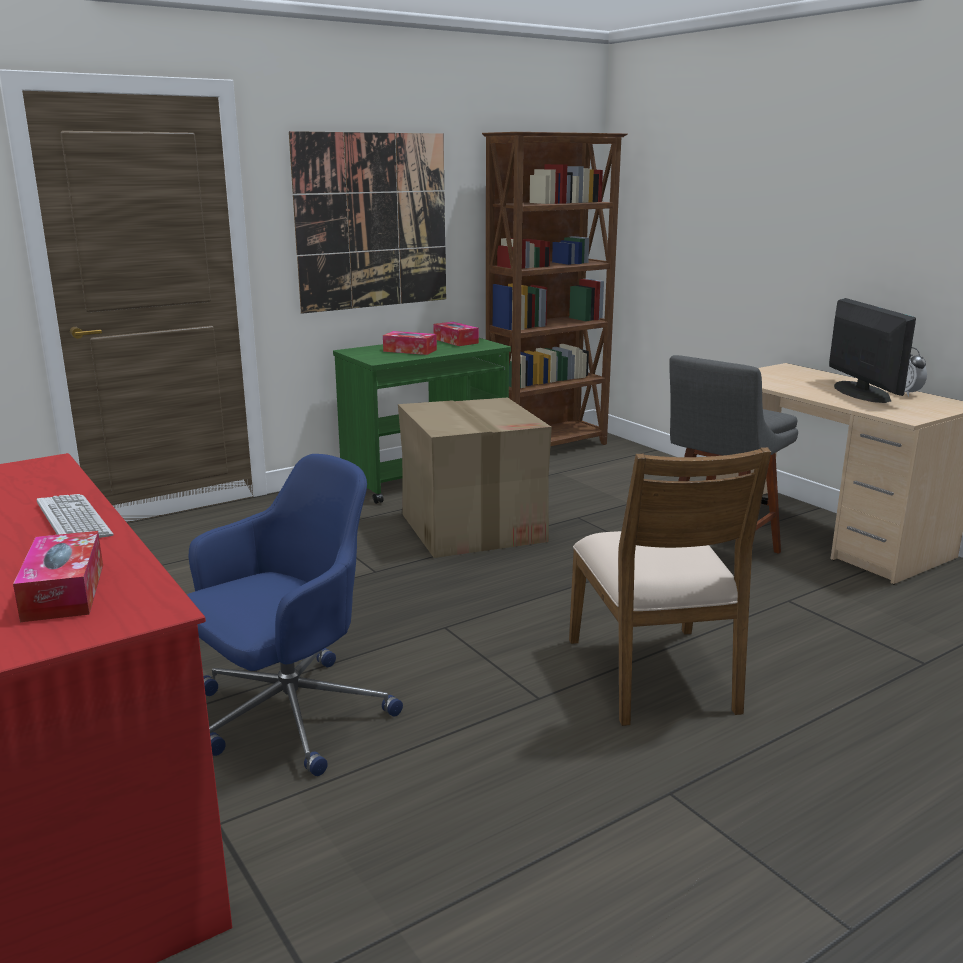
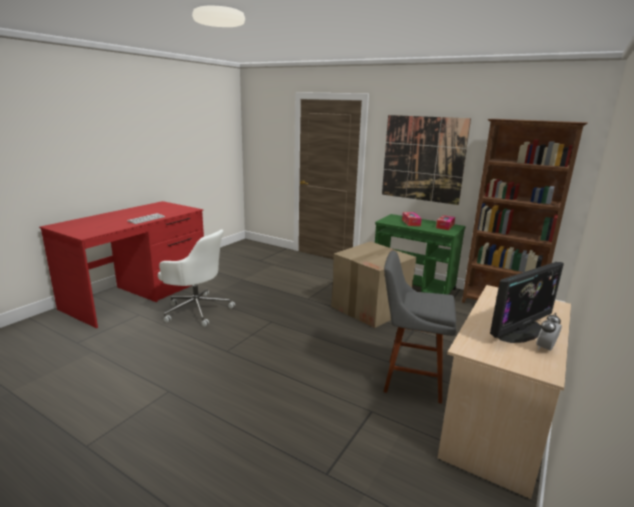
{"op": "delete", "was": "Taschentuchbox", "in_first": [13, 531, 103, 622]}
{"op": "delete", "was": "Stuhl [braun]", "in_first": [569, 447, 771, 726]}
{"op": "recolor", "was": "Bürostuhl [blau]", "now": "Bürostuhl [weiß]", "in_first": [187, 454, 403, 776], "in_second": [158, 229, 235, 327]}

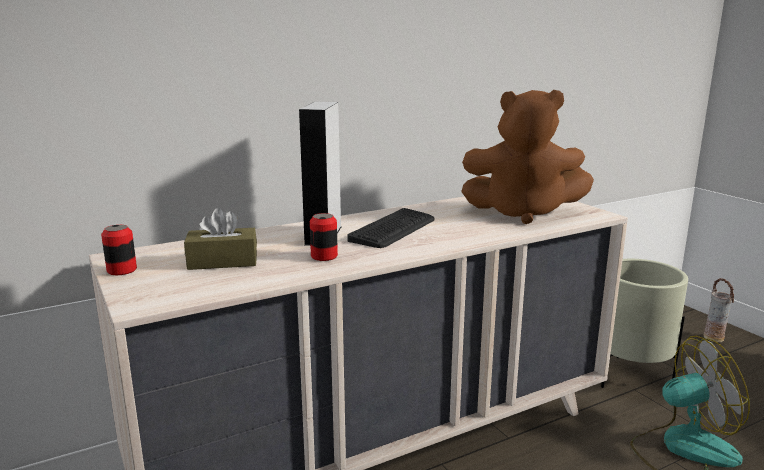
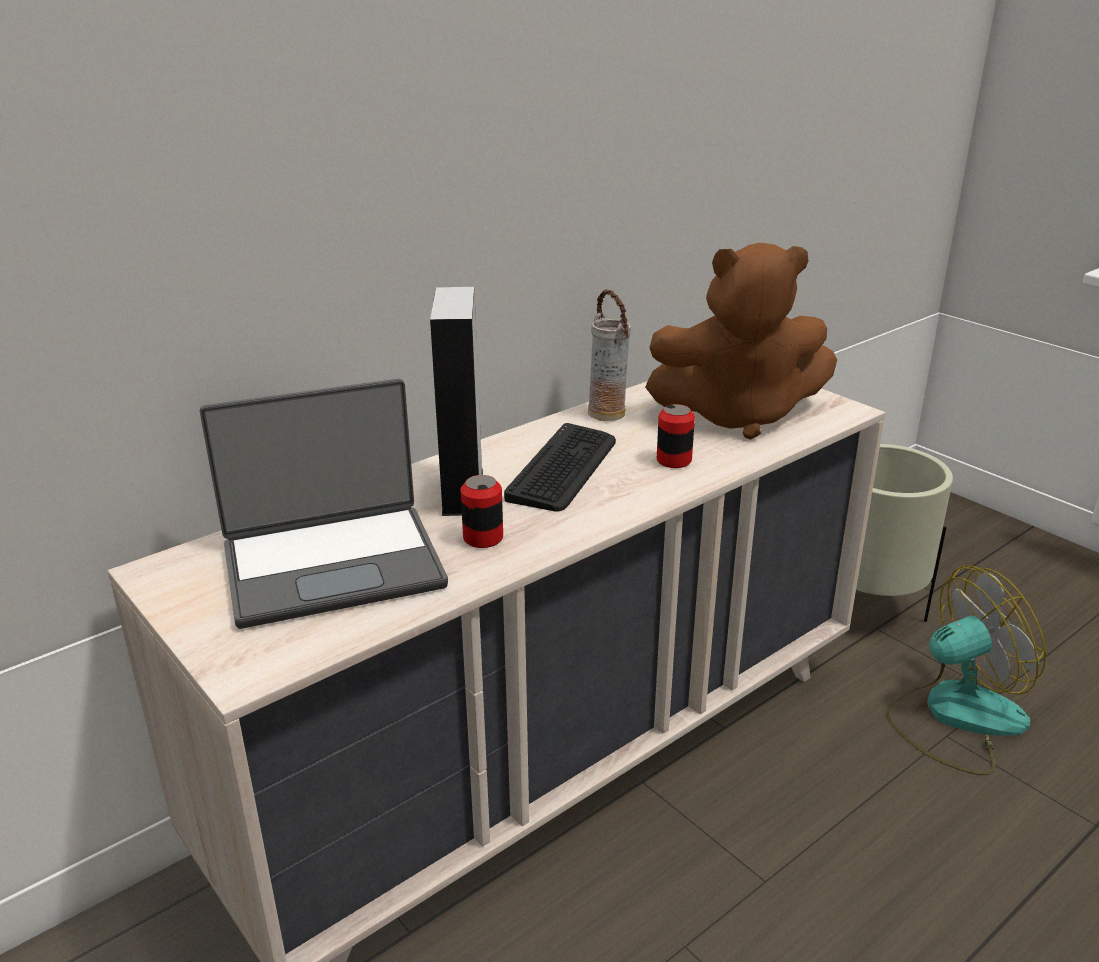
{"op": "move", "was": "Dose", "in_first": [101, 225, 137, 275], "in_second": [657, 404, 695, 468]}
{"op": "move", "was": "Vase", "in_first": [703, 278, 734, 342], "in_second": [588, 289, 631, 421]}
{"op": "replace", "was": "Taschentuchbox [braun]", "now": "Laptop", "in_first": [184, 208, 257, 270], "in_second": [200, 378, 448, 629]}

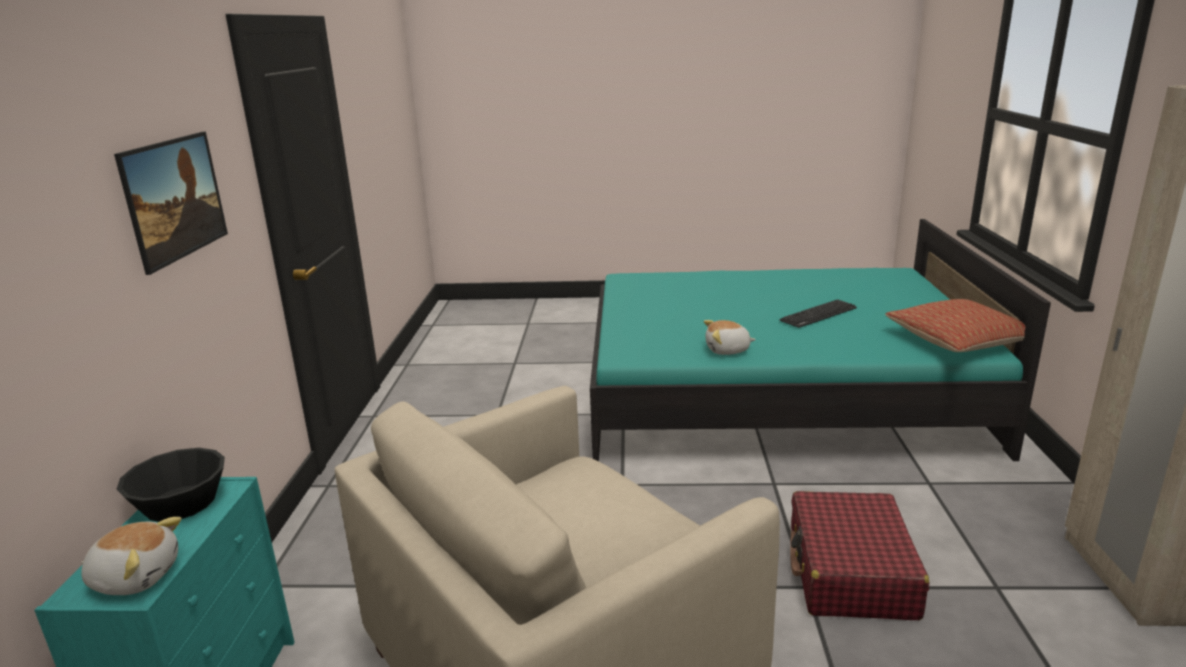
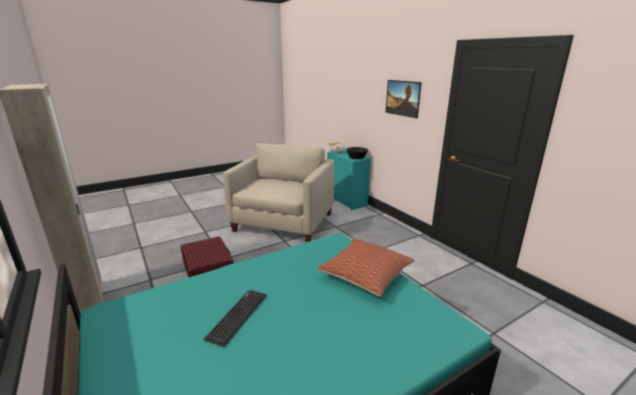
{"op": "delete", "was": "Plüschtier", "in_first": [704, 320, 756, 355]}
{"op": "move", "was": "Kissen", "in_first": [885, 299, 1026, 352], "in_second": [317, 239, 414, 297]}

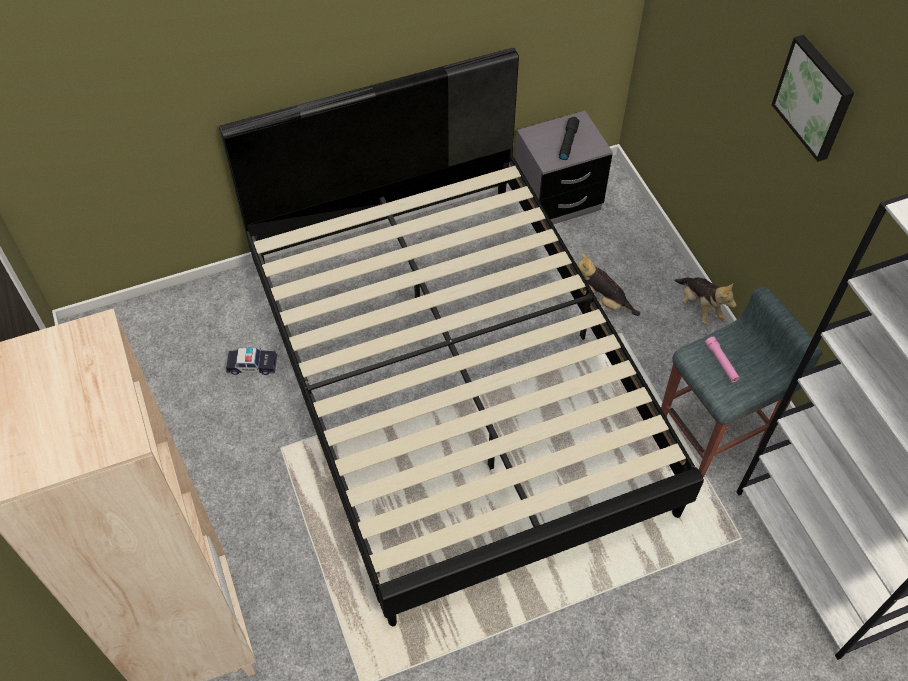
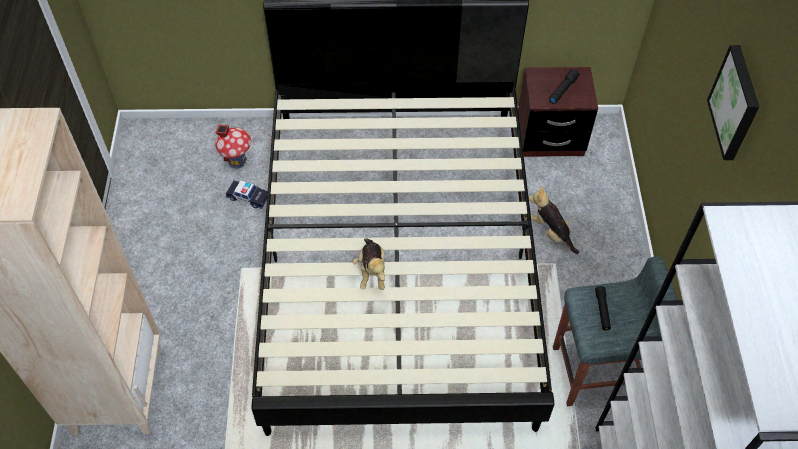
{"op": "insert", "now": "Spielzeughaus", "in_second": [215, 124, 251, 169]}
{"op": "move", "was": "Plüschtier", "in_first": [674, 278, 736, 325], "in_second": [353, 238, 385, 290]}
{"op": "recolor", "was": "Nachttisch [grau]", "now": "Nachttisch [braun]", "in_first": [515, 111, 613, 225], "in_second": [518, 67, 598, 157]}
{"op": "recolor", "was": "Taschenlampe [rosa]", "now": "Taschenlampe [schwarz]", "in_first": [705, 336, 740, 383], "in_second": [595, 286, 611, 331]}

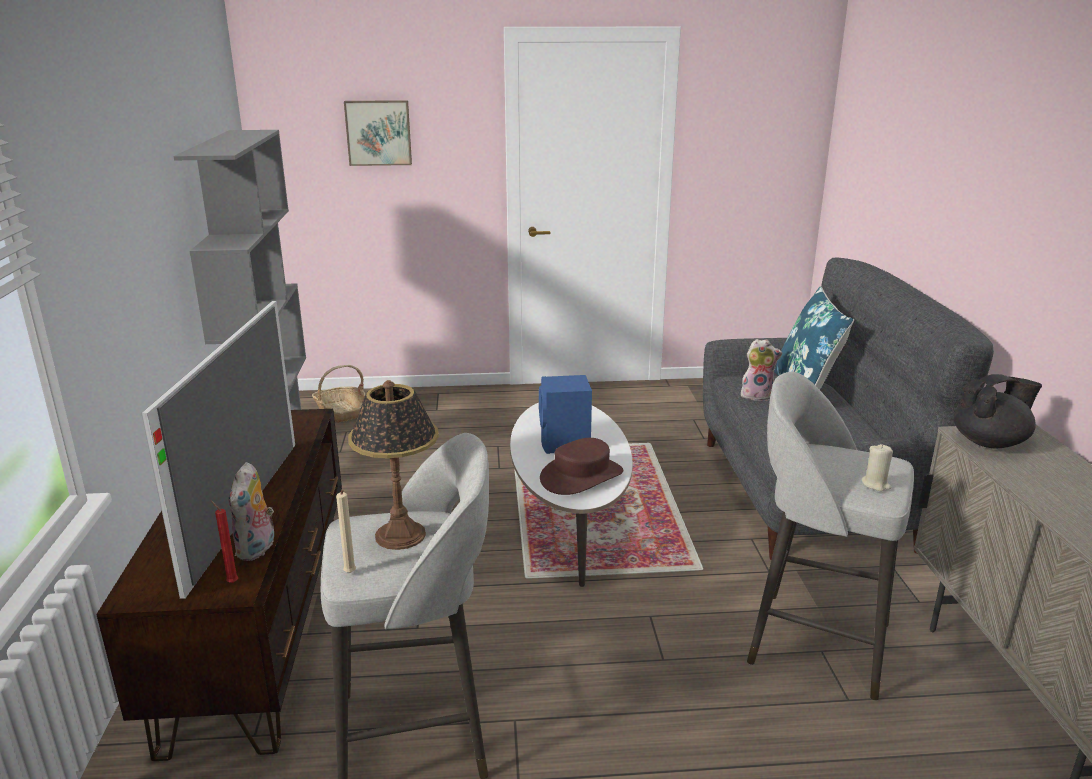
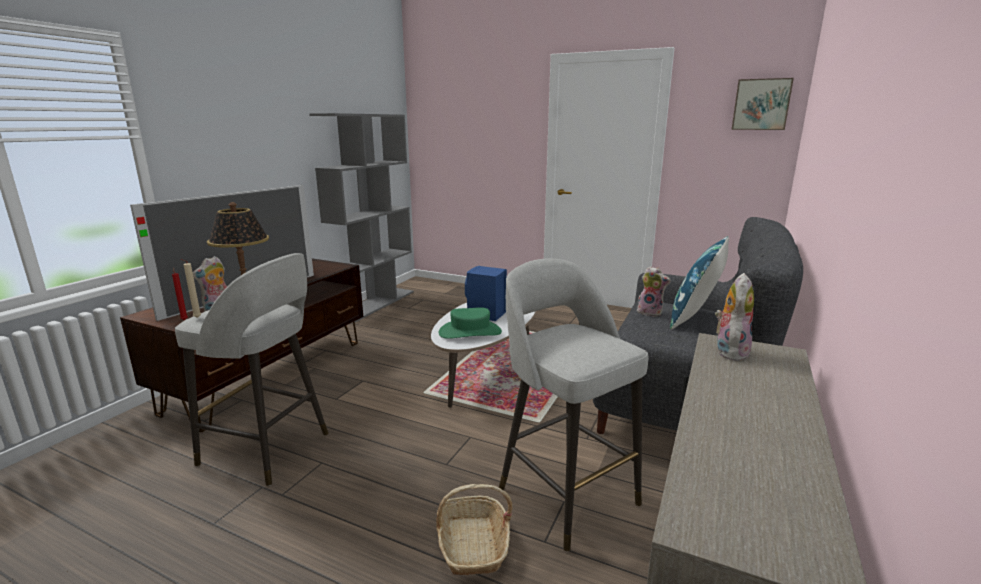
{"op": "delete", "was": "Kerze [beige]", "in_first": [862, 444, 893, 491]}
{"op": "move", "was": "Korb", "in_first": [312, 365, 365, 423], "in_second": [436, 484, 513, 575]}
{"op": "move", "was": "Bild", "in_first": [344, 100, 412, 166], "in_second": [731, 78, 794, 130]}
{"op": "replace", "was": "Teekanne [schwarz]", "now": "Plüschtier", "in_first": [954, 374, 1042, 448], "in_second": [715, 273, 754, 361]}
{"op": "recolor", "was": "Hut [braun]", "now": "Hut [grün]", "in_first": [540, 438, 623, 495], "in_second": [439, 307, 502, 339]}

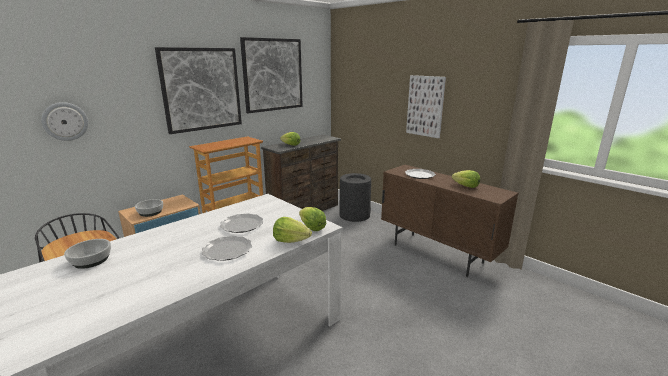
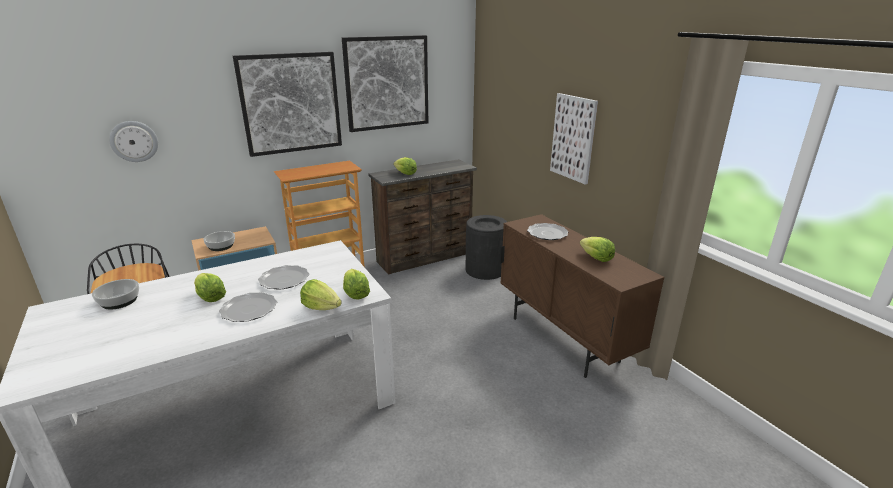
{"op": "insert", "now": "Salatkopf", "in_second": [194, 273, 226, 302]}

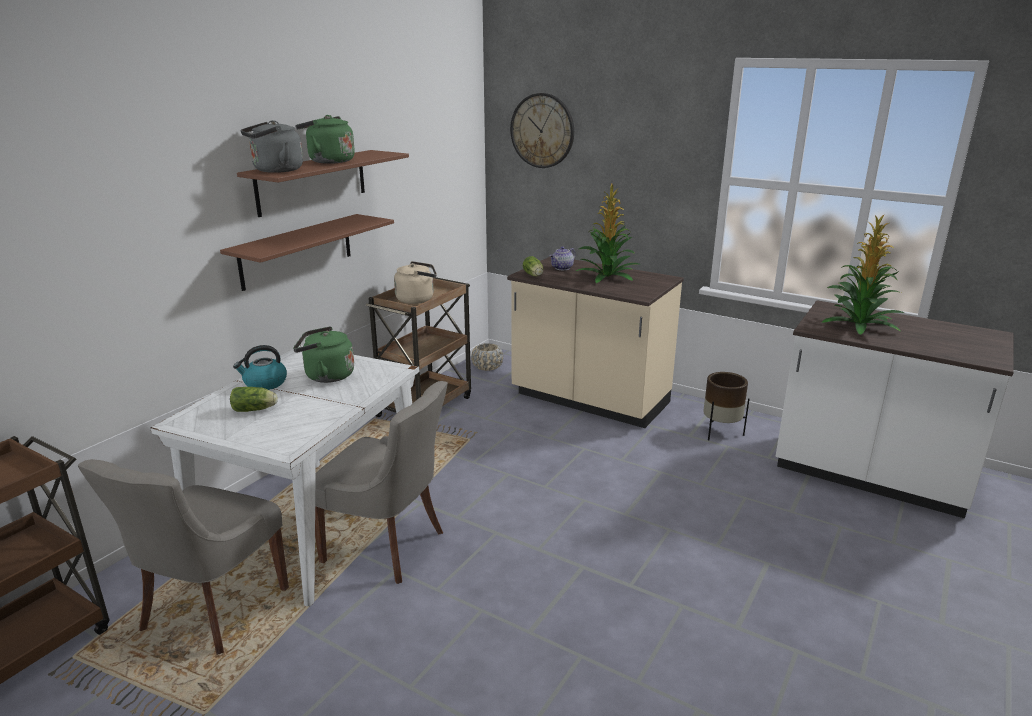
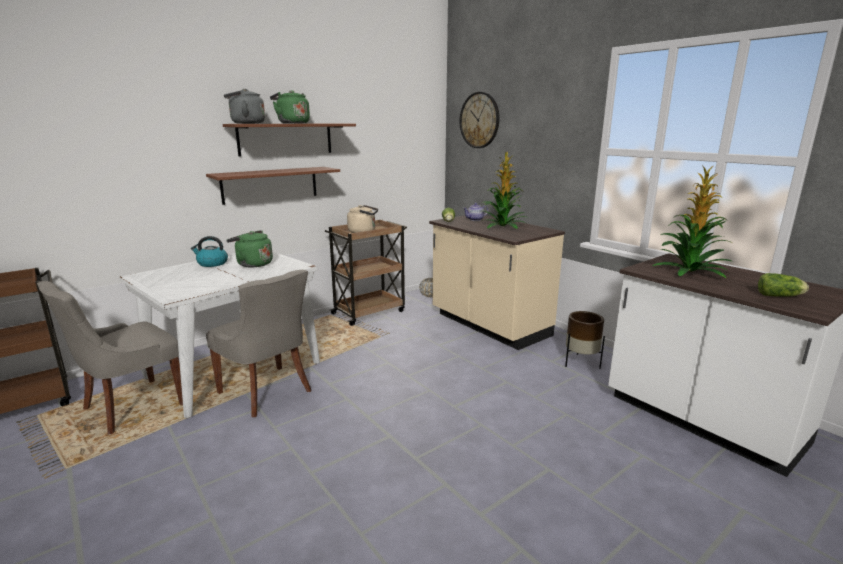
{"op": "move", "was": "Salatkopf", "in_first": [230, 387, 278, 412], "in_second": [758, 273, 809, 297]}

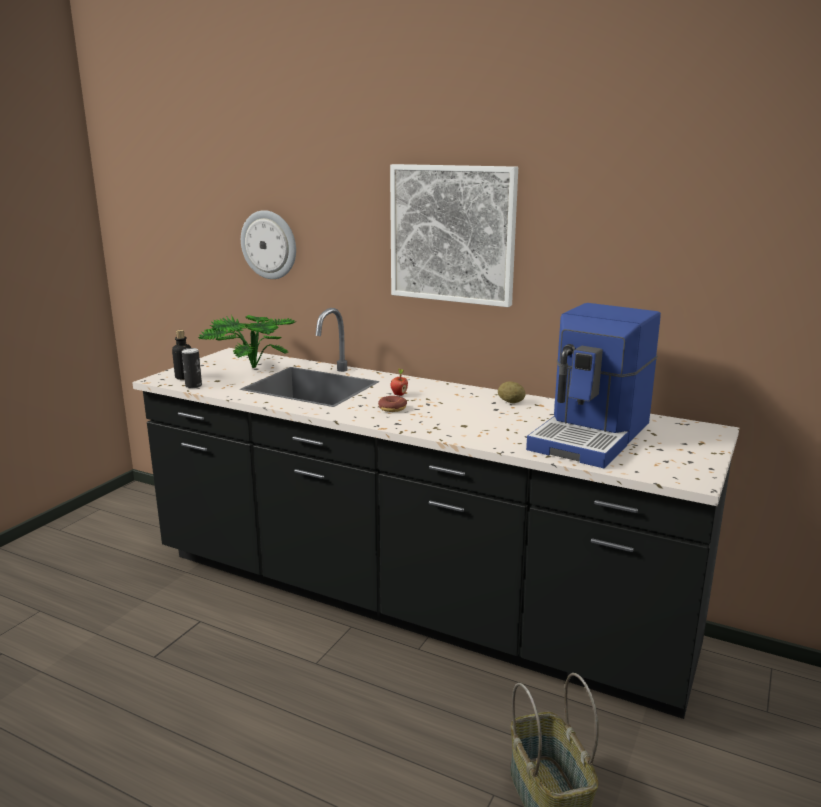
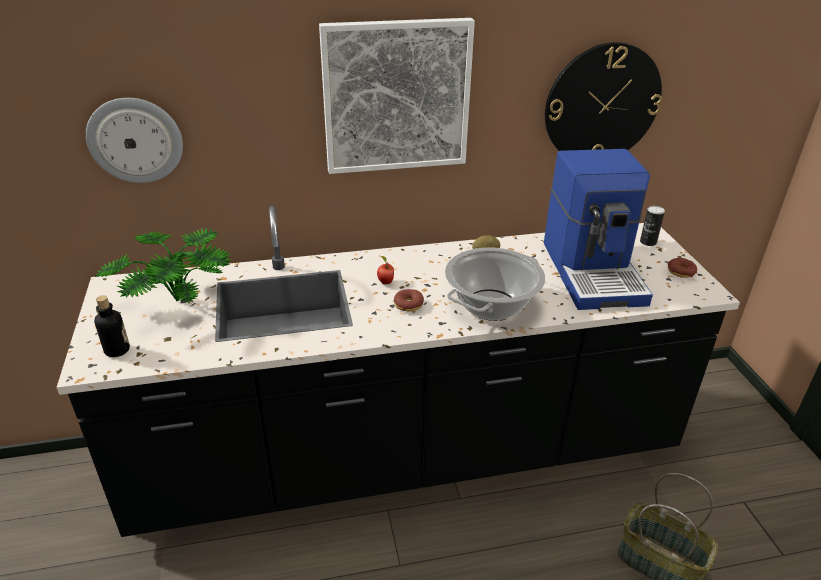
{"op": "insert", "now": "Kochtopf", "in_second": [445, 247, 545, 321]}
{"op": "insert", "now": "Wanduhr", "in_second": [545, 42, 662, 151]}
{"op": "insert", "now": "Donut", "in_second": [668, 258, 697, 278]}
{"op": "move", "was": "Dose", "in_first": [182, 348, 202, 388], "in_second": [640, 206, 665, 246]}

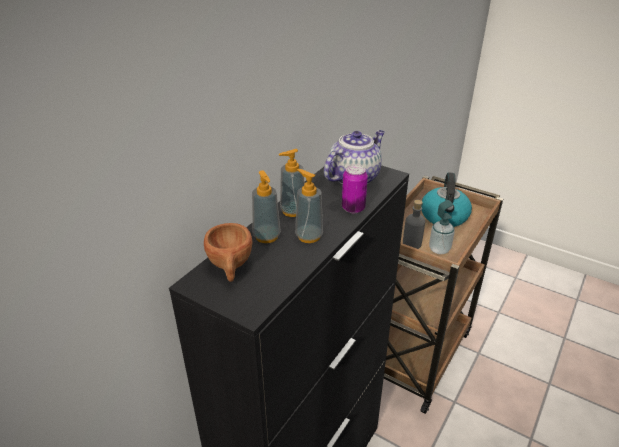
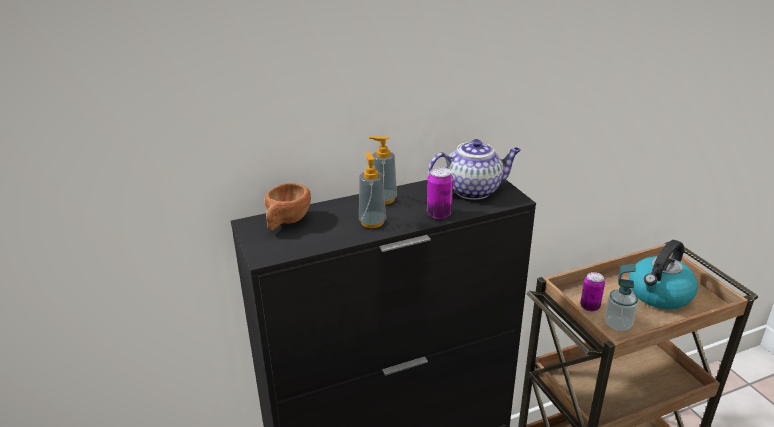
{"op": "delete", "was": "Seifenspender", "in_first": [252, 170, 281, 243]}
{"op": "replace", "was": "Flasche [grau]", "now": "Dose", "in_first": [403, 200, 425, 249], "in_second": [580, 272, 605, 312]}

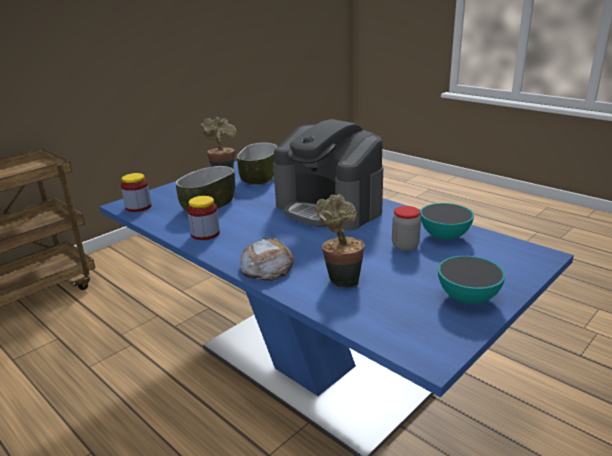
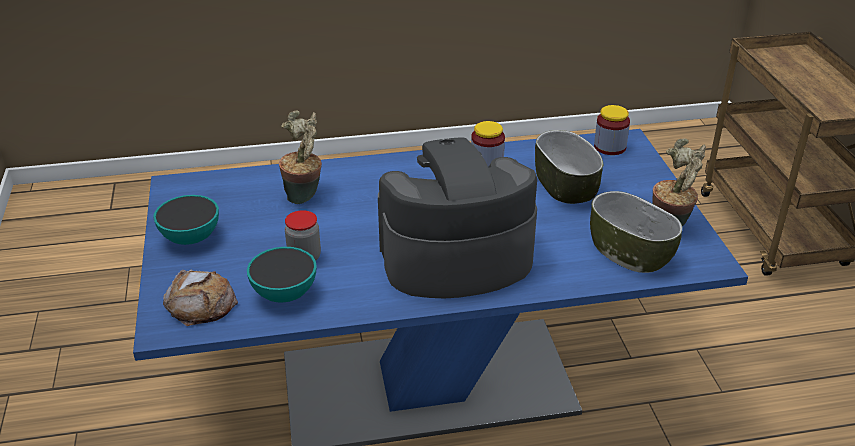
{"op": "move", "was": "Brot", "in_first": [240, 237, 294, 281], "in_second": [163, 270, 238, 326]}

